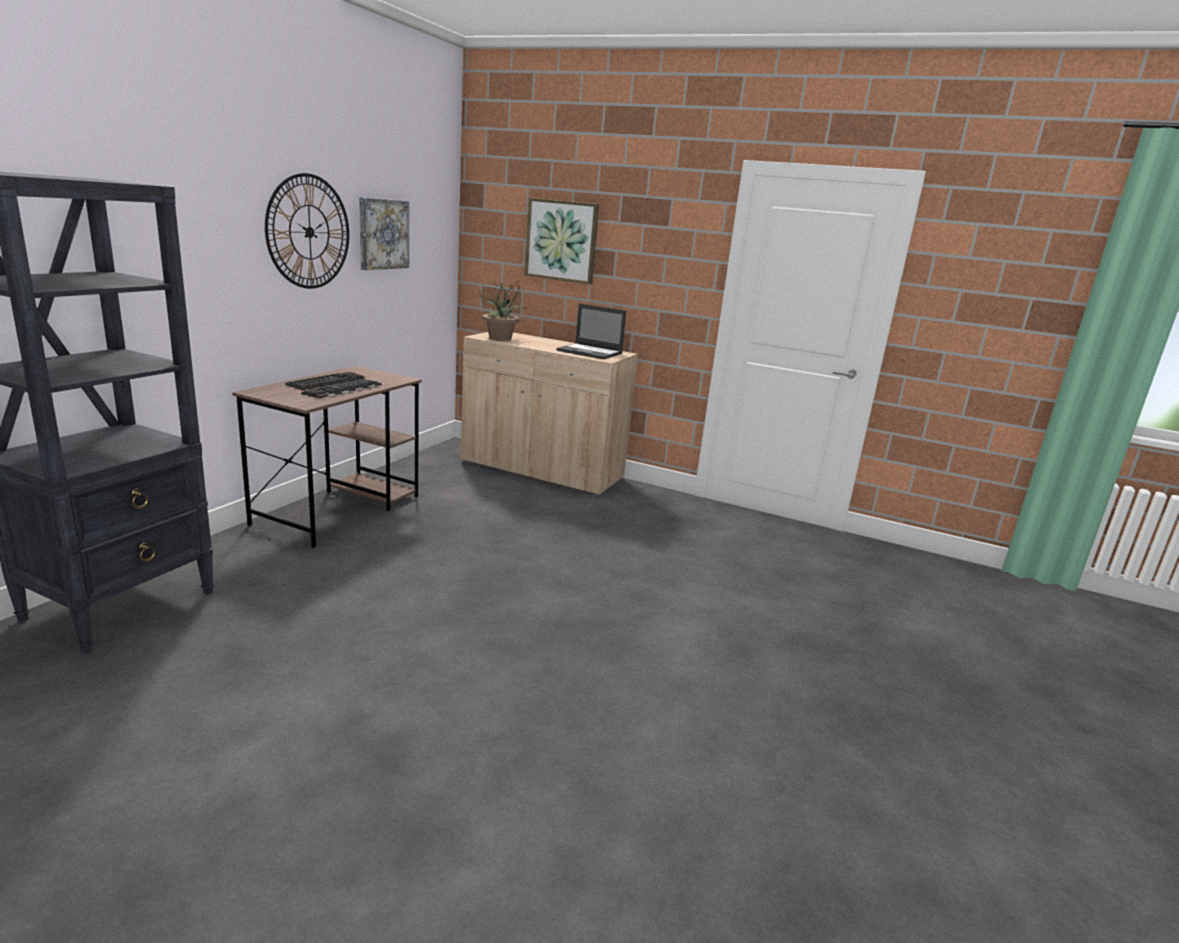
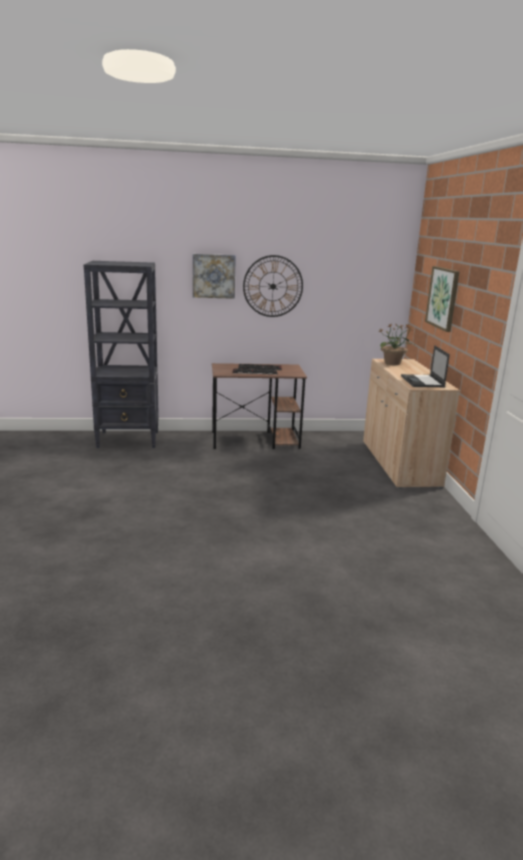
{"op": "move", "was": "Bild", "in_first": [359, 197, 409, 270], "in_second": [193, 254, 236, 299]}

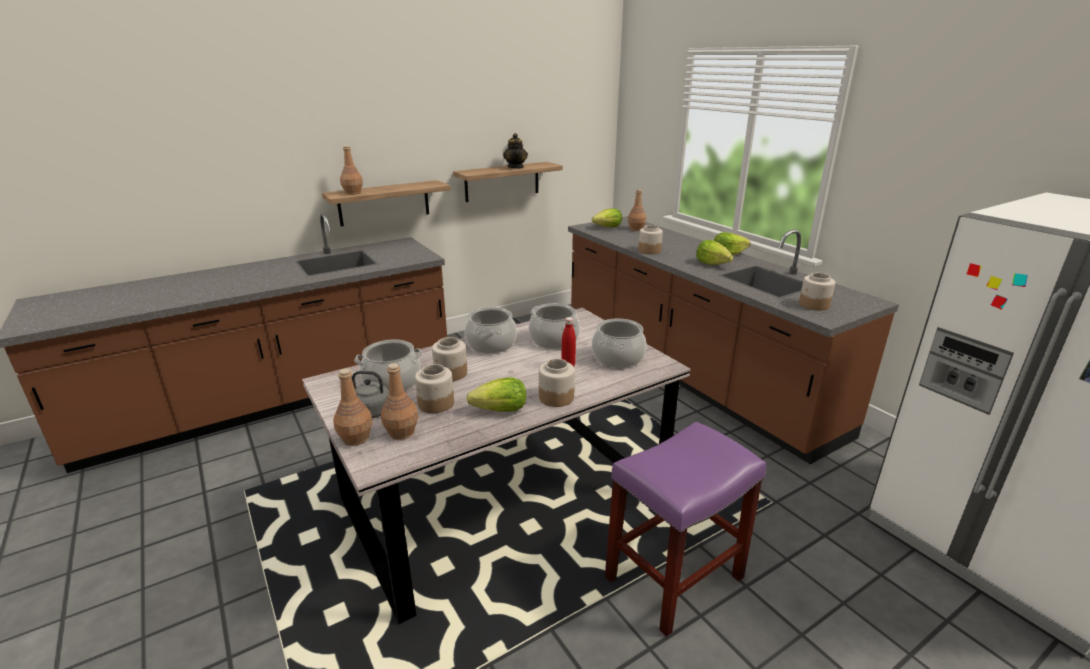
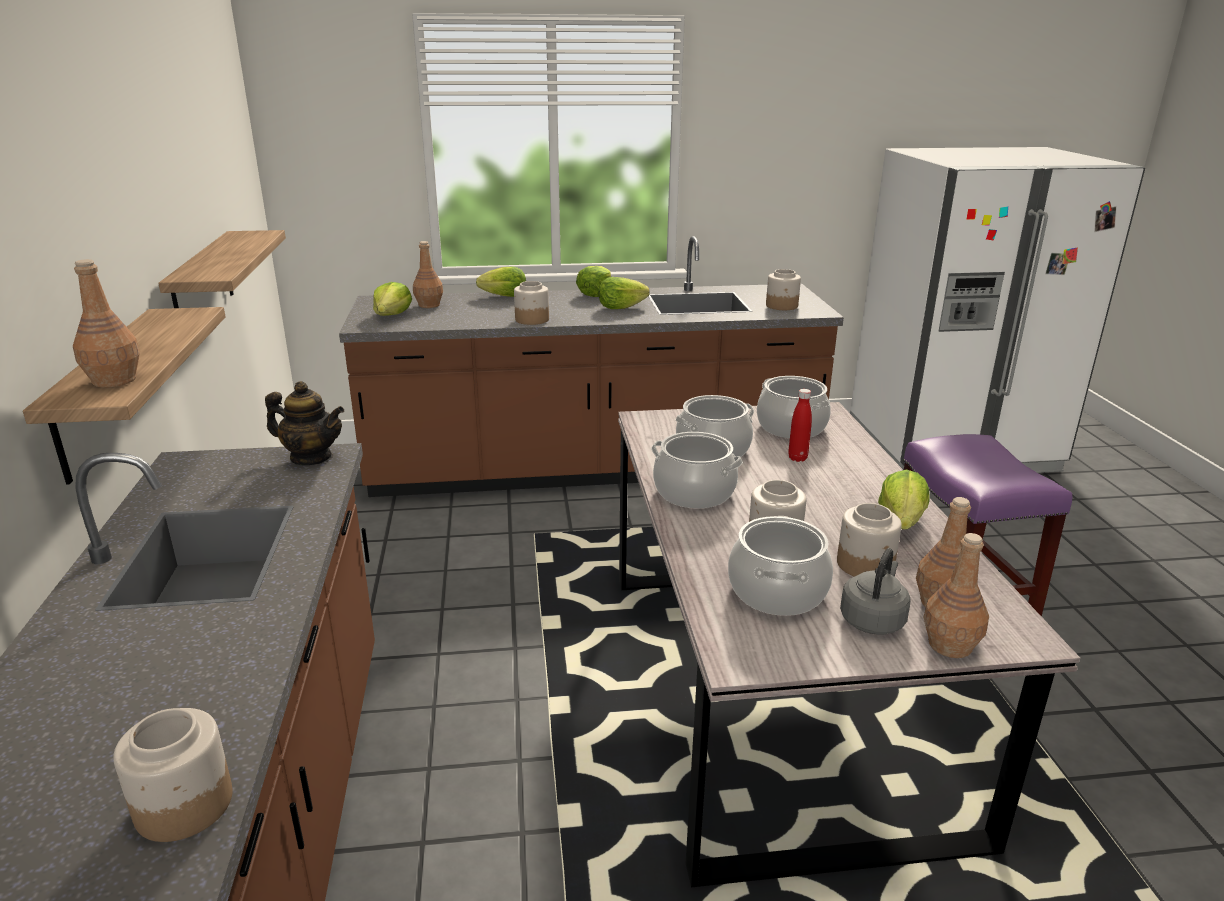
{"op": "insert", "now": "Salatkopf", "in_second": [476, 267, 526, 297]}
{"op": "move", "was": "Teekanne", "in_first": [503, 133, 528, 169], "in_second": [265, 381, 344, 465]}
{"op": "move", "was": "Vorratsglas", "in_first": [539, 359, 575, 407], "in_second": [113, 708, 233, 842]}

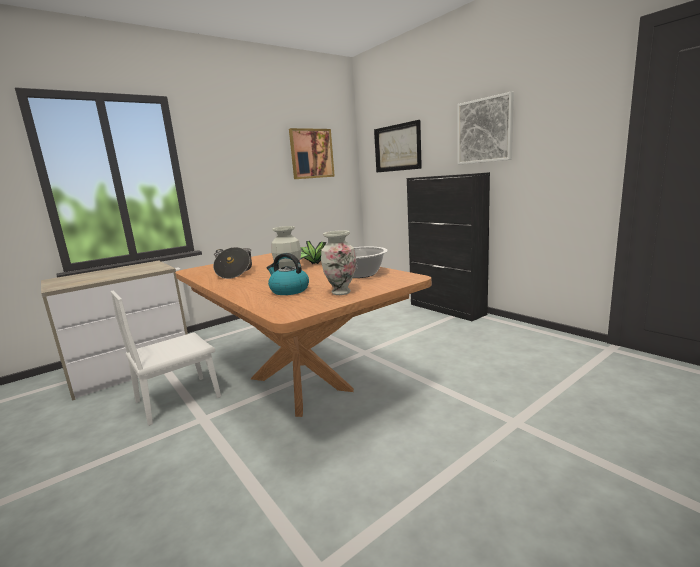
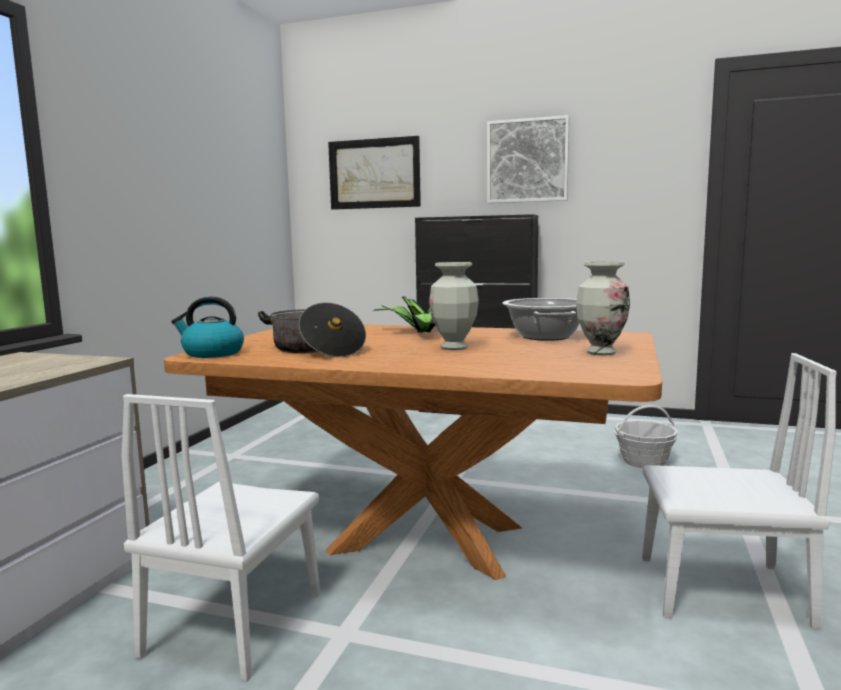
{"op": "delete", "was": "Bild", "in_first": [289, 128, 335, 179]}
{"op": "insert", "now": "Korb", "in_second": [614, 405, 678, 468]}
{"op": "insert", "now": "Stuhl [weiß]", "in_second": [642, 353, 837, 630]}
{"op": "move", "was": "Wasserkessel", "in_first": [267, 253, 309, 295], "in_second": [171, 296, 244, 358]}

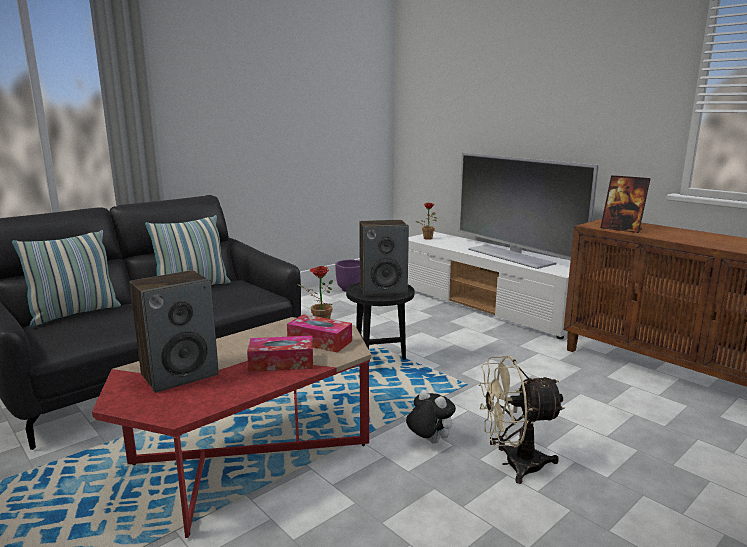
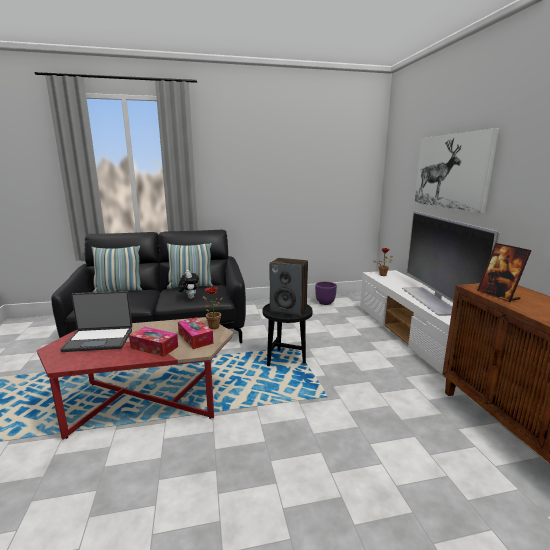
{"op": "delete", "was": "Ventilator [beige]", "in_first": [478, 356, 565, 484]}
{"op": "insert", "now": "Bild", "in_second": [414, 128, 499, 213]}
{"op": "move", "was": "Plüschtier", "in_first": [406, 390, 456, 444], "in_second": [178, 270, 199, 299]}
{"op": "replace", "was": "Lautsprecher", "now": "Laptop", "in_first": [129, 270, 219, 393], "in_second": [60, 291, 132, 352]}

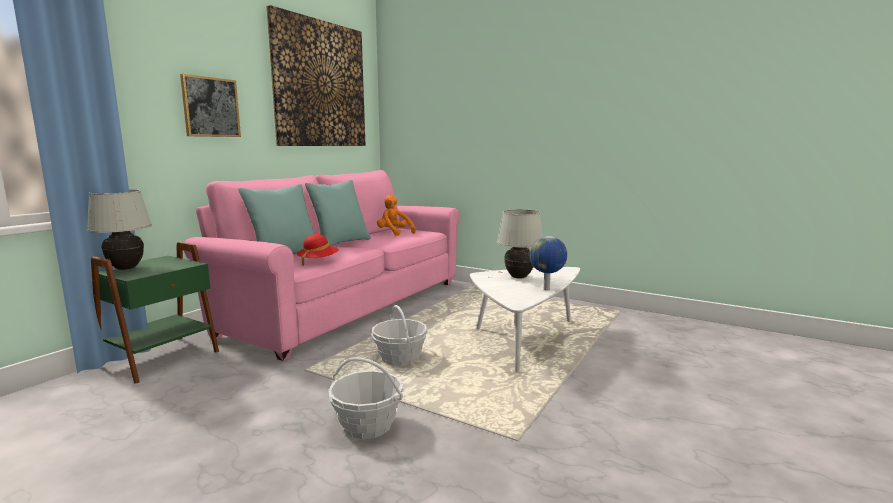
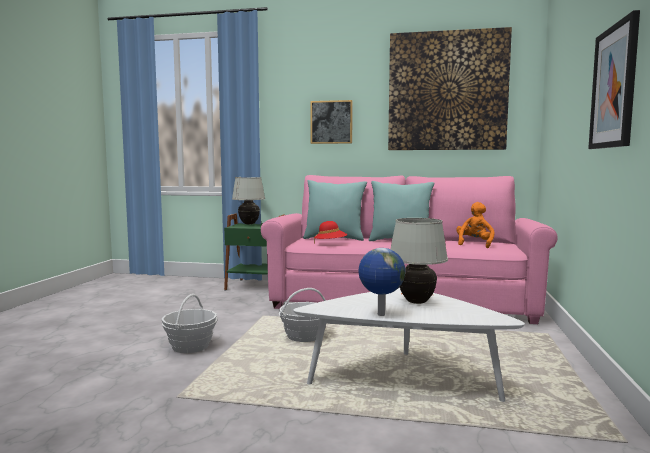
{"op": "insert", "now": "Bild", "in_second": [588, 10, 640, 149]}

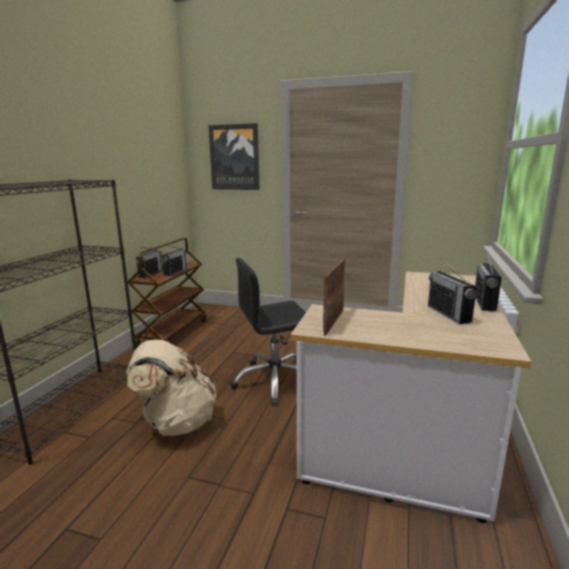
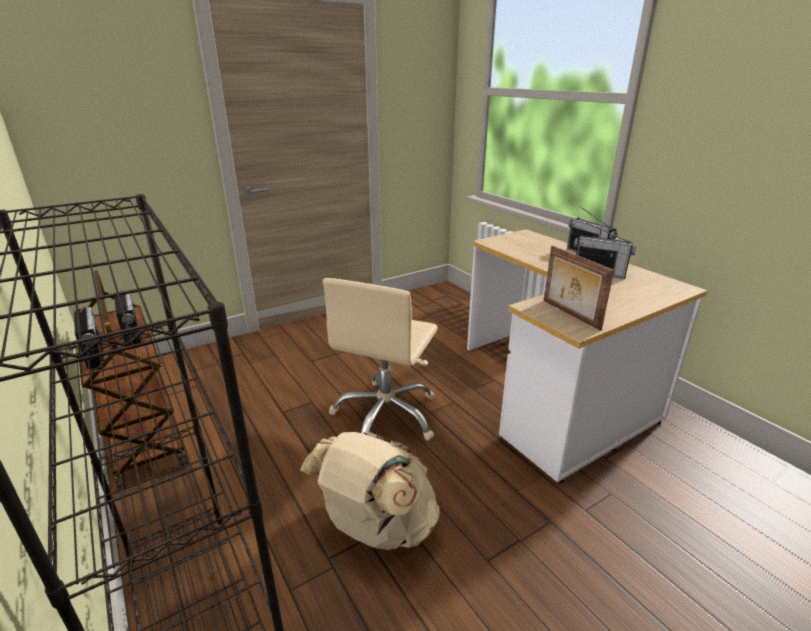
{"op": "delete", "was": "Bild", "in_first": [208, 123, 260, 190]}
{"op": "recolor", "was": "Bürostuhl [schwarz]", "now": "Bürostuhl [beige]", "in_first": [230, 258, 306, 406], "in_second": [322, 278, 438, 441]}

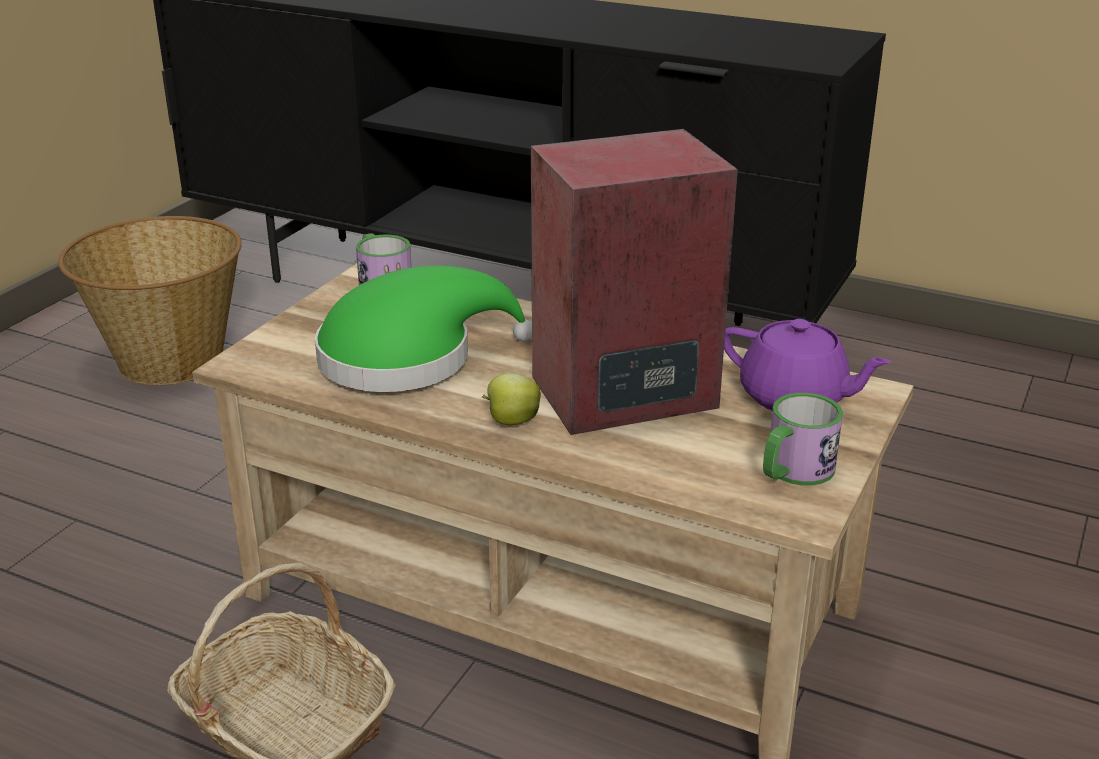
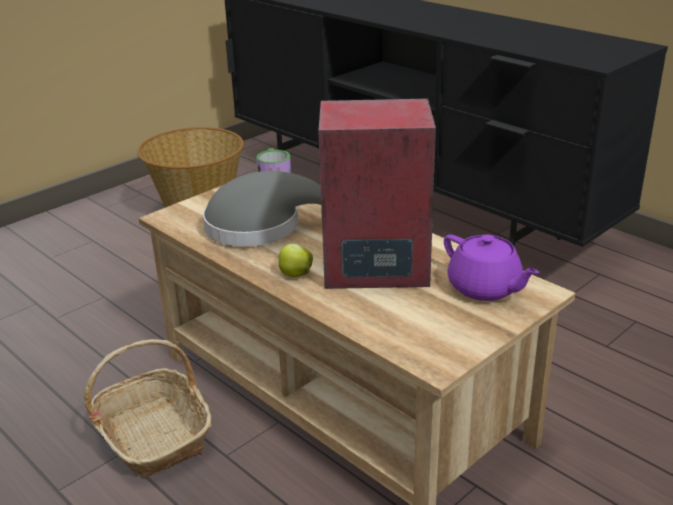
{"op": "delete", "was": "Henkelbecher", "in_first": [763, 393, 843, 486]}
{"op": "recolor", "was": "Hut [grün]", "now": "Hut [grau]", "in_first": [315, 266, 532, 392], "in_second": [203, 171, 321, 246]}

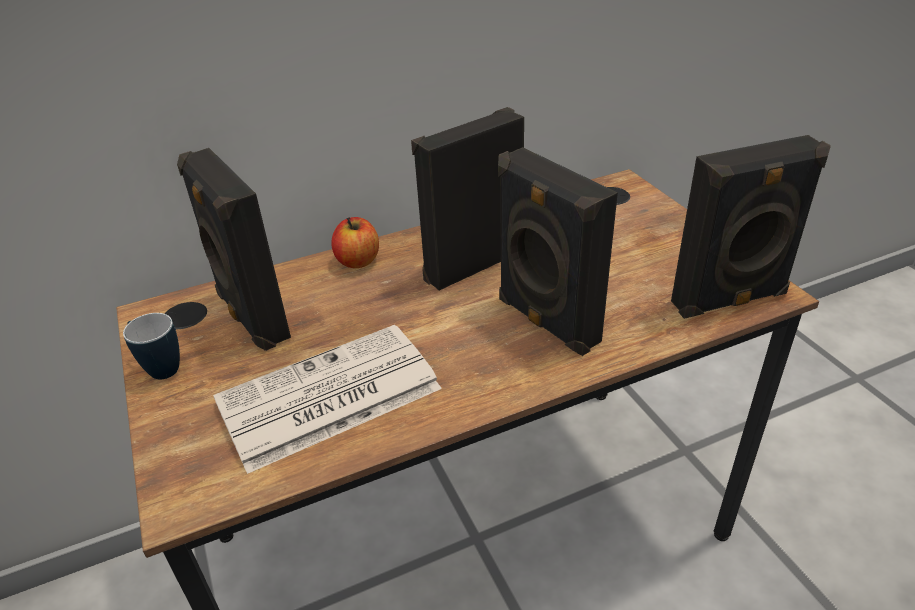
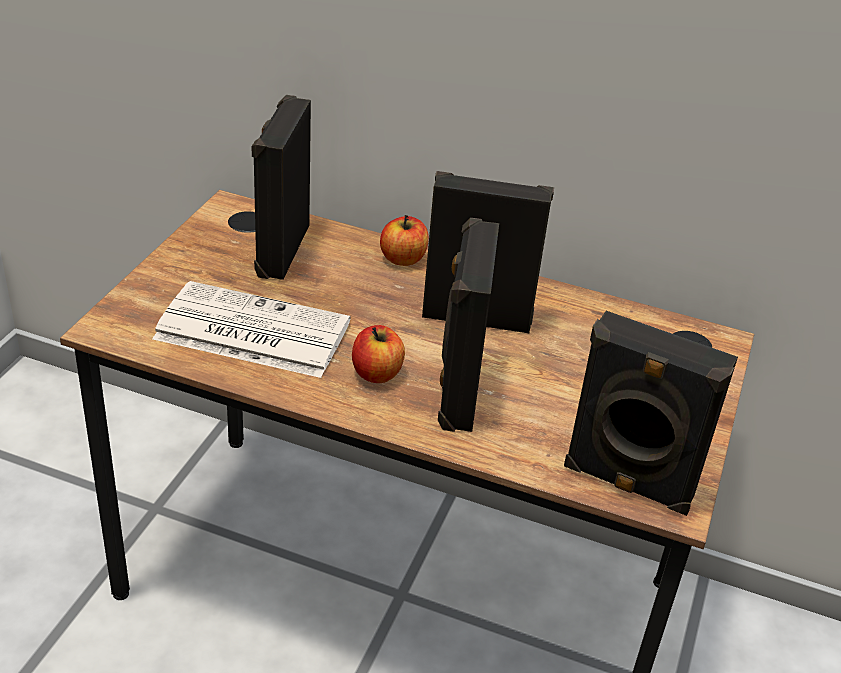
{"op": "delete", "was": "Henkelbecher", "in_first": [123, 313, 180, 380]}
{"op": "insert", "now": "Apfel", "in_second": [352, 325, 405, 383]}

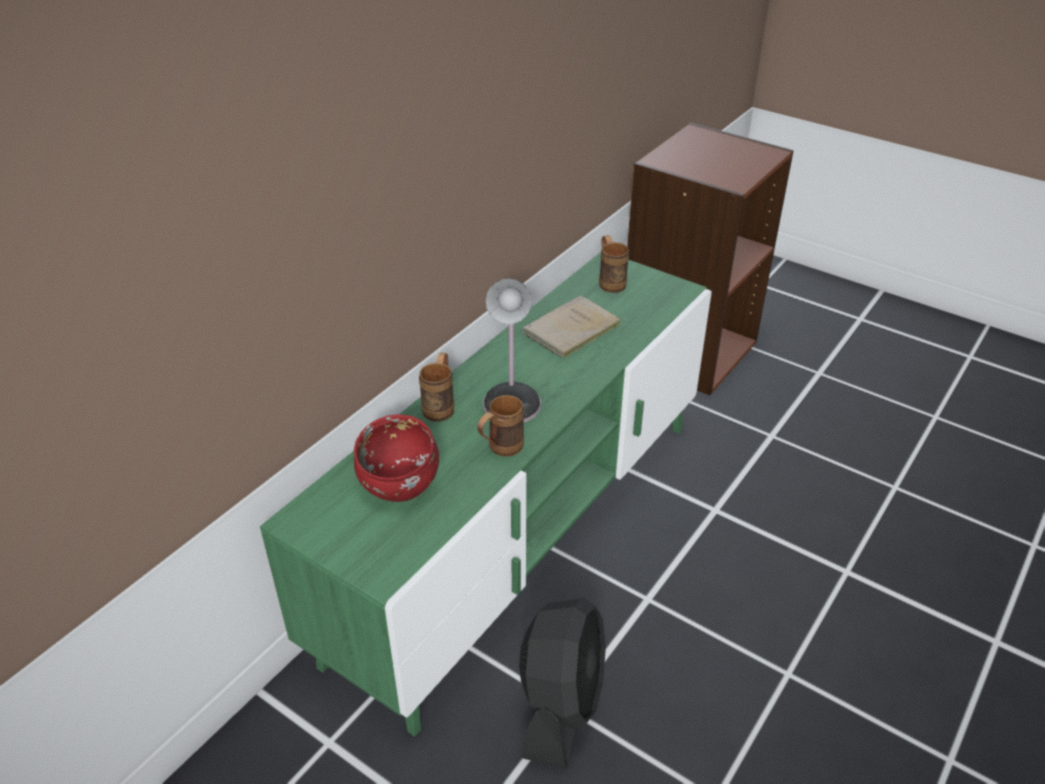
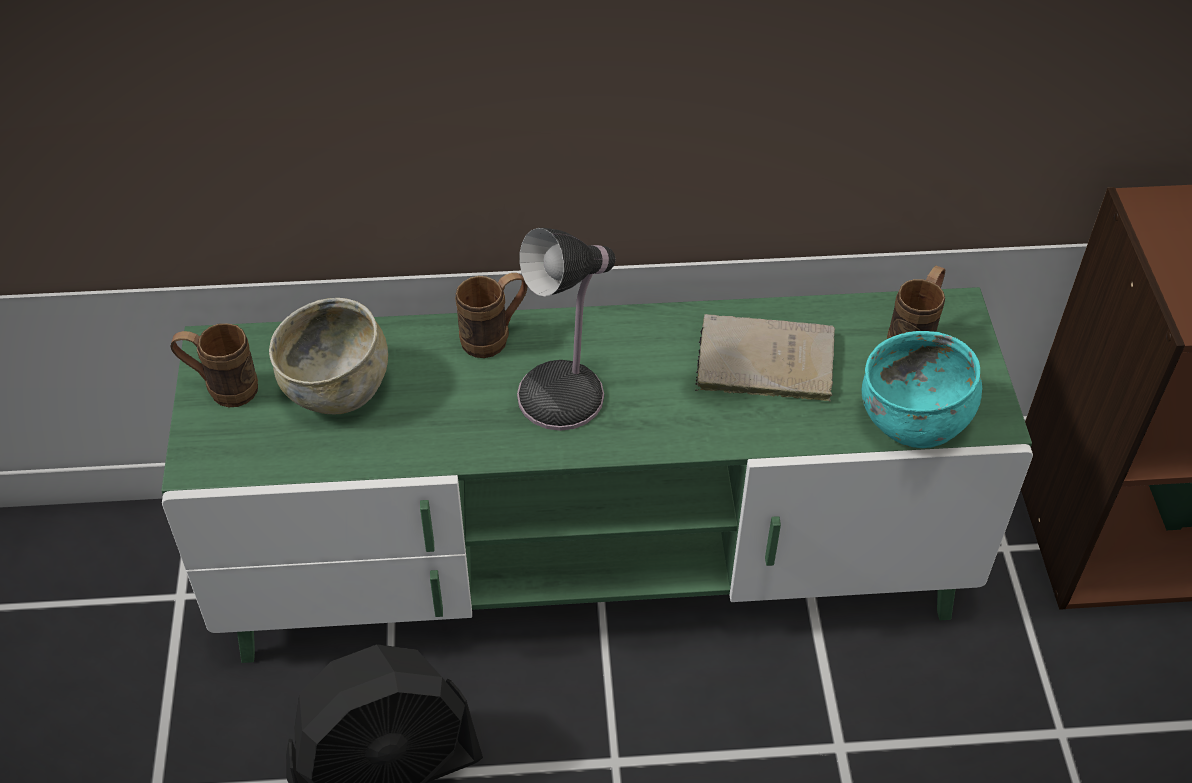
{"op": "insert", "now": "Schüssel [türkis]", "in_second": [862, 331, 982, 448]}
{"op": "move", "was": "Henkelbecher [braun]", "in_first": [477, 395, 524, 457], "in_second": [170, 323, 258, 407]}
{"op": "recolor", "was": "Schüssel [rot]", "now": "Schüssel [beige]", "in_first": [354, 414, 439, 502], "in_second": [269, 298, 388, 414]}

